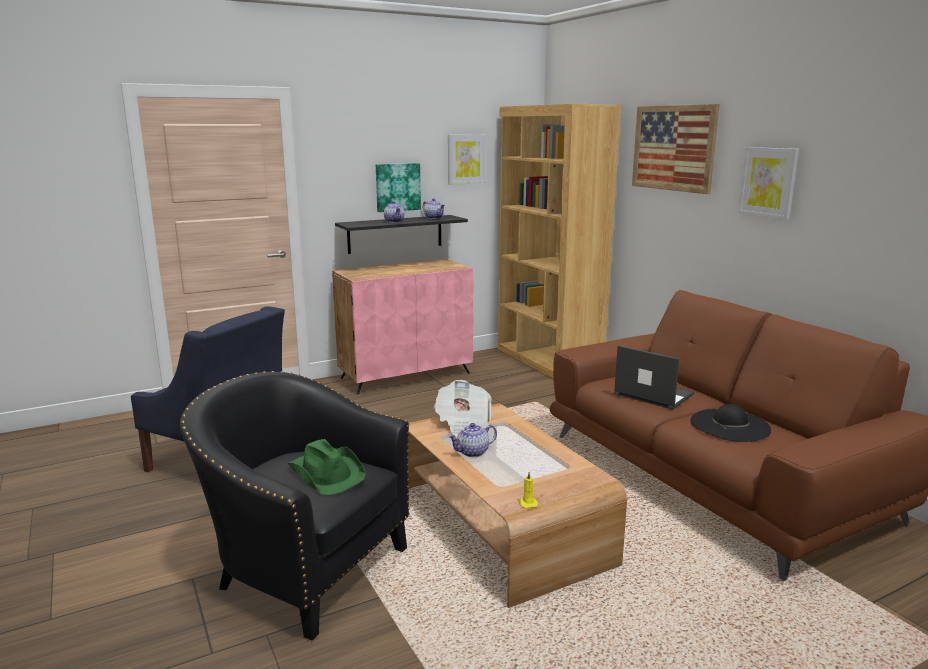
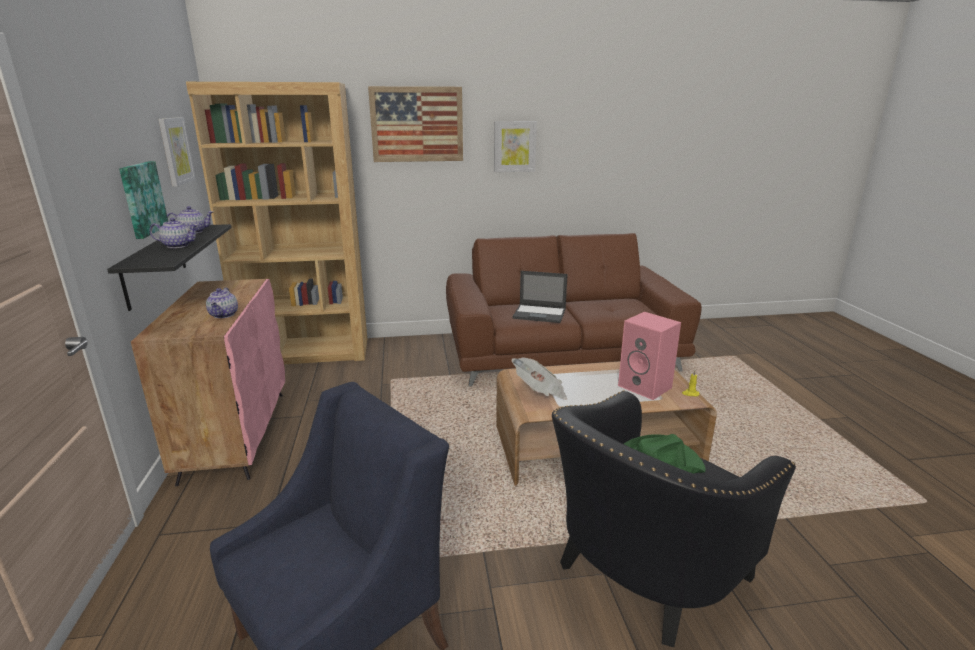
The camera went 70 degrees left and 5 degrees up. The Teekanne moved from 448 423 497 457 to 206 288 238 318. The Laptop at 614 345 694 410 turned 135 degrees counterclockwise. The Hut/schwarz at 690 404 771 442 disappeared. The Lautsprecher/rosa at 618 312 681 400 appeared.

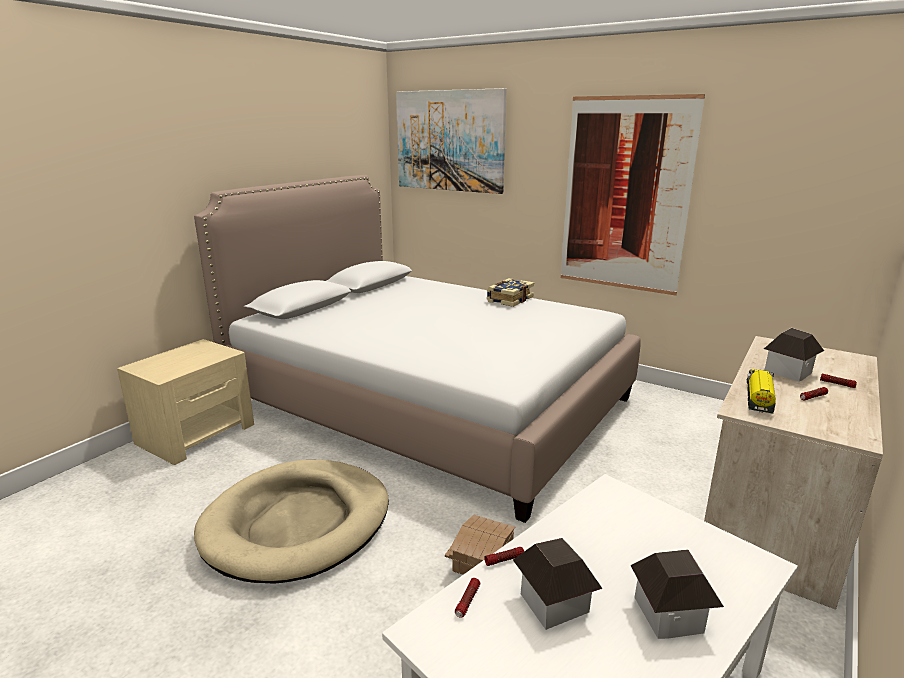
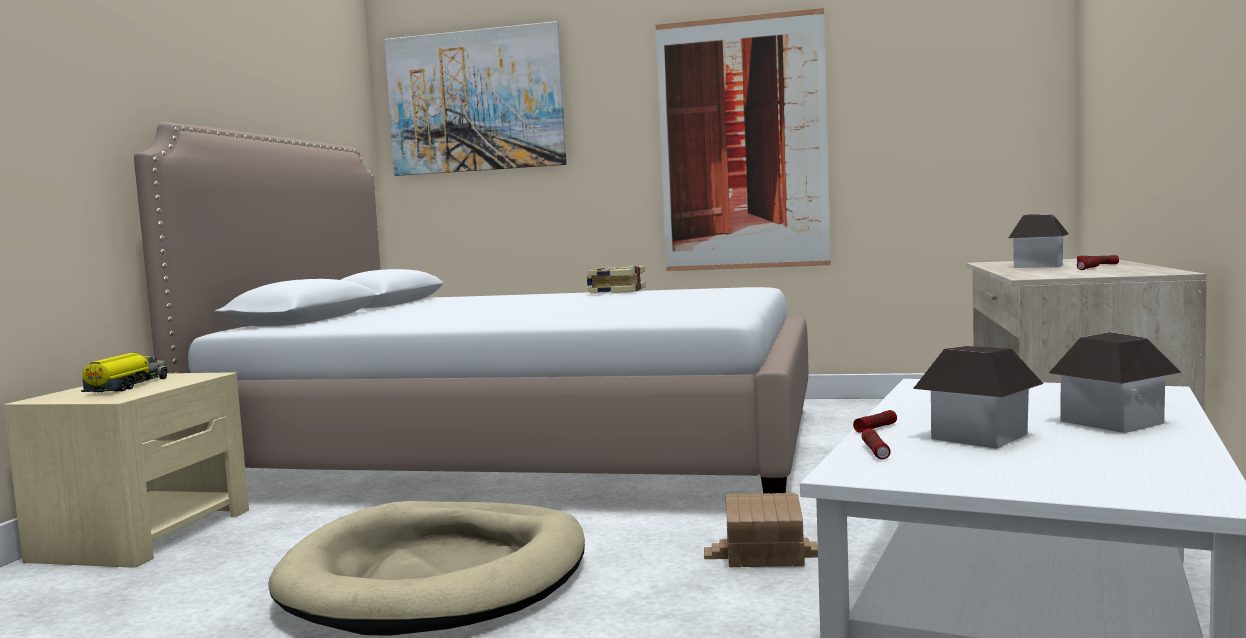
The camera went 20 degrees left and 15 degrees down. The Spielzeuglaster moved from 746 369 776 413 to 81 353 167 392.

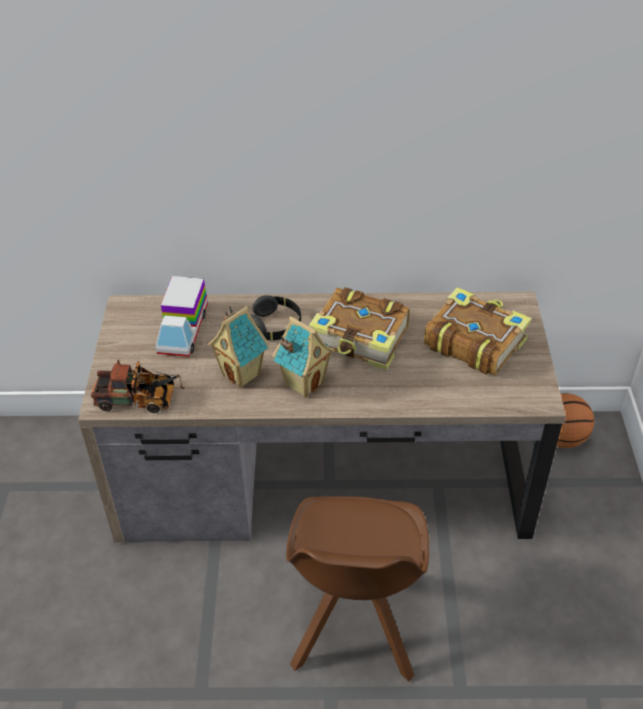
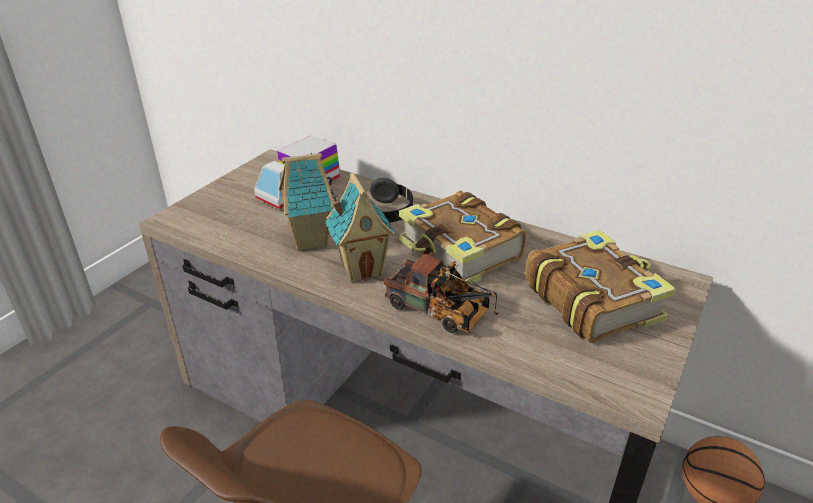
The camera went 30 degrees right and 10 degrees down. The Spielzeuglaster moved from 91 359 185 413 to 384 252 498 333.

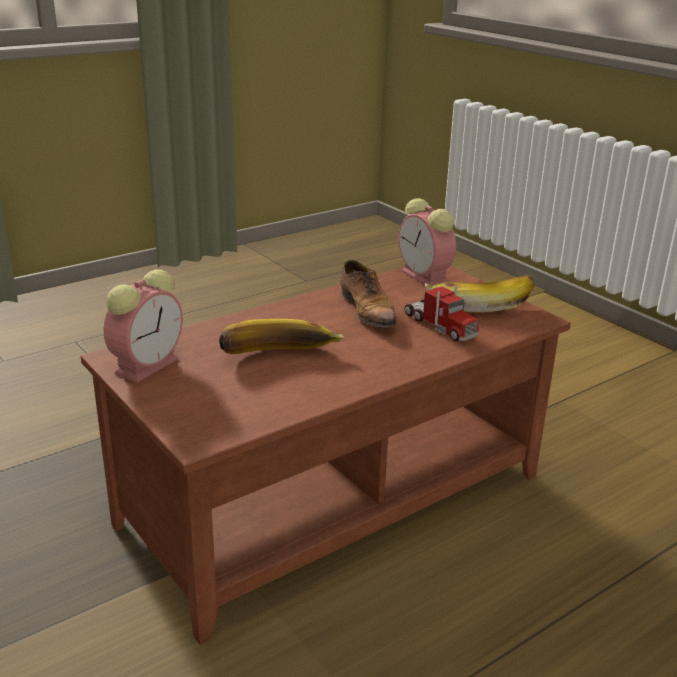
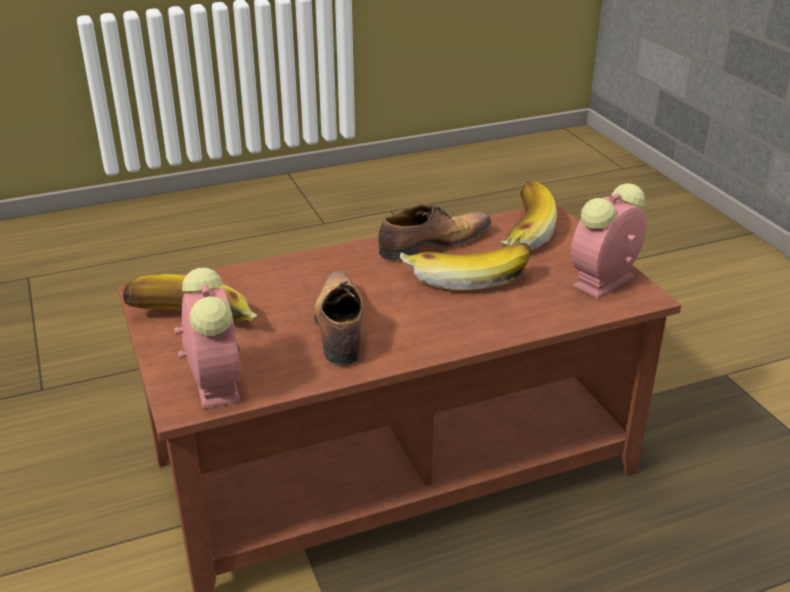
The camera went 165 degrees left and 5 degrees up. The Spielzeuglaster at 404 286 479 341 disappeared. The Schuh at 378 204 492 260 appeared. The Banane at 500 181 557 250 appeared.

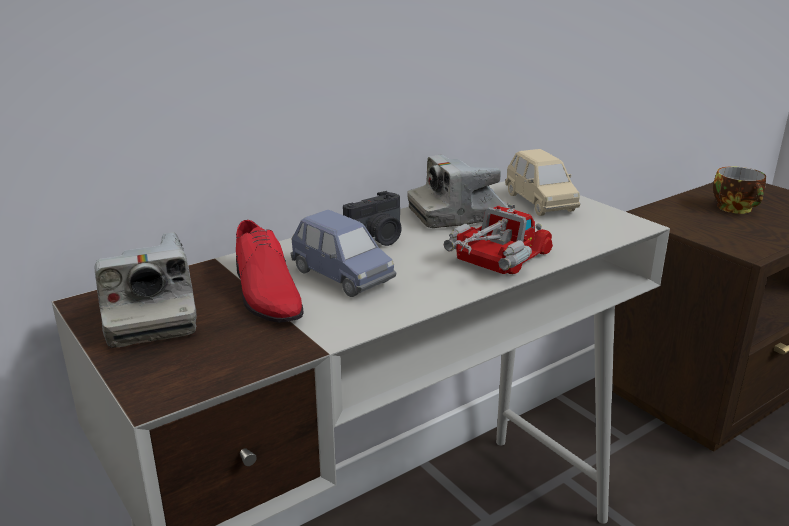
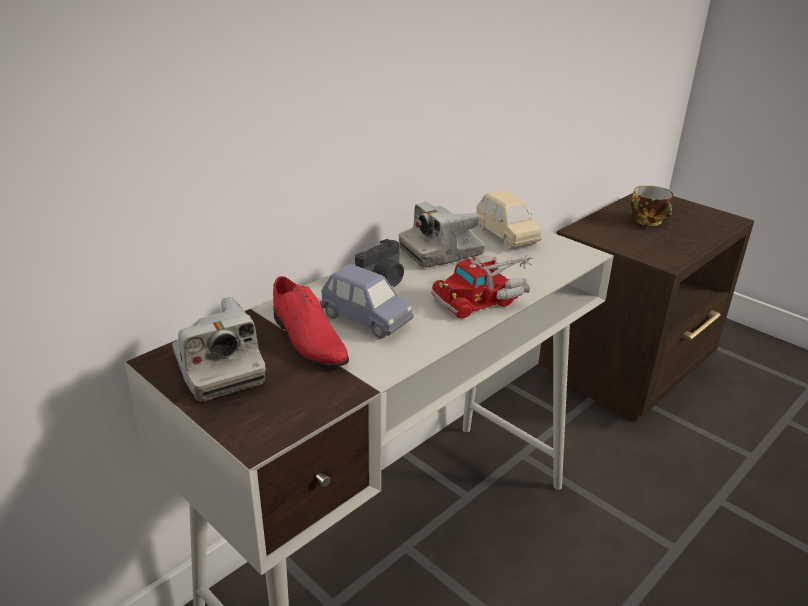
The camera went 10 degrees left and 5 degrees up. The Spielzeuglaster at 444 203 553 274 turned 150 degrees counterclockwise.

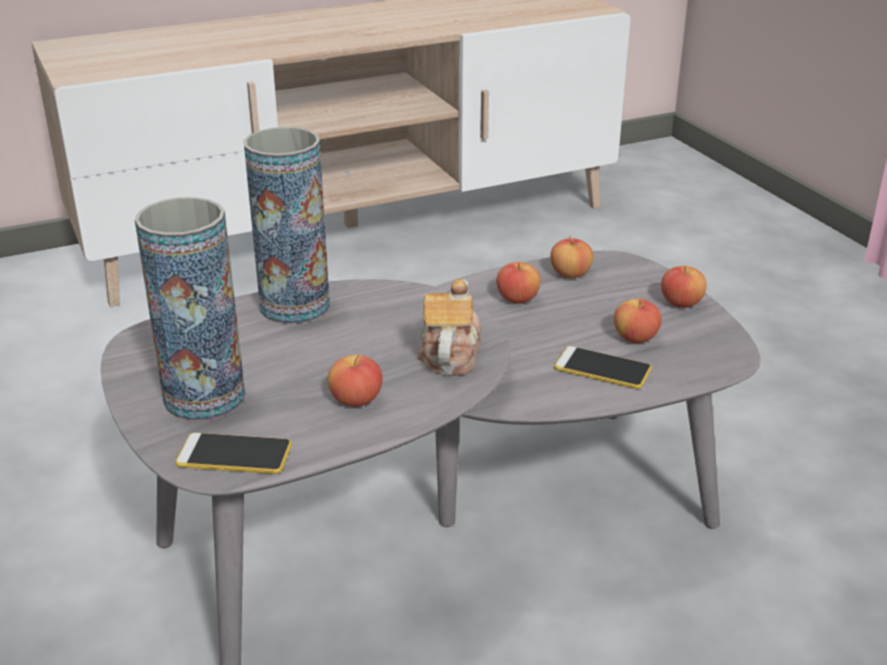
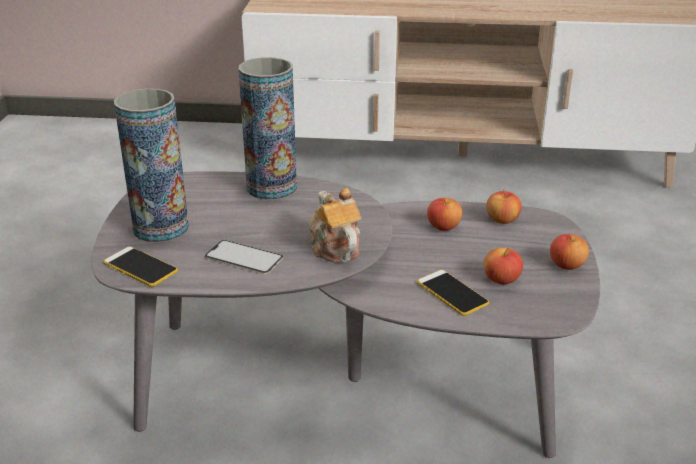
The camera went 30 degrees right and 0 degrees up. The Apfel at 328 355 383 407 was replaced by the Handy at 205 240 283 274. The Teekanne at 417 279 481 376 turned 60 degrees counterclockwise.

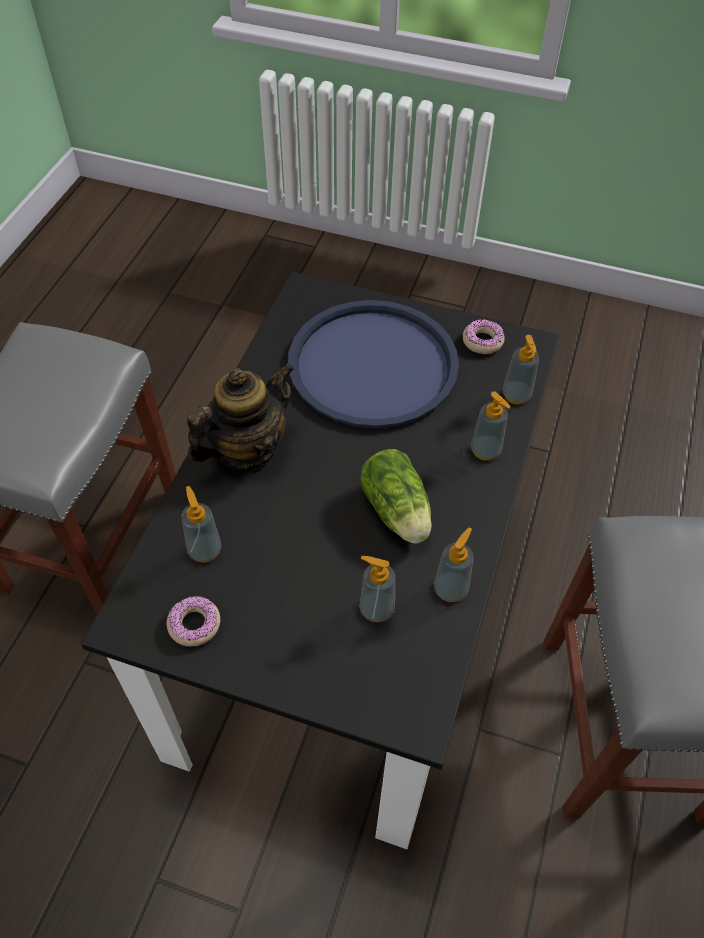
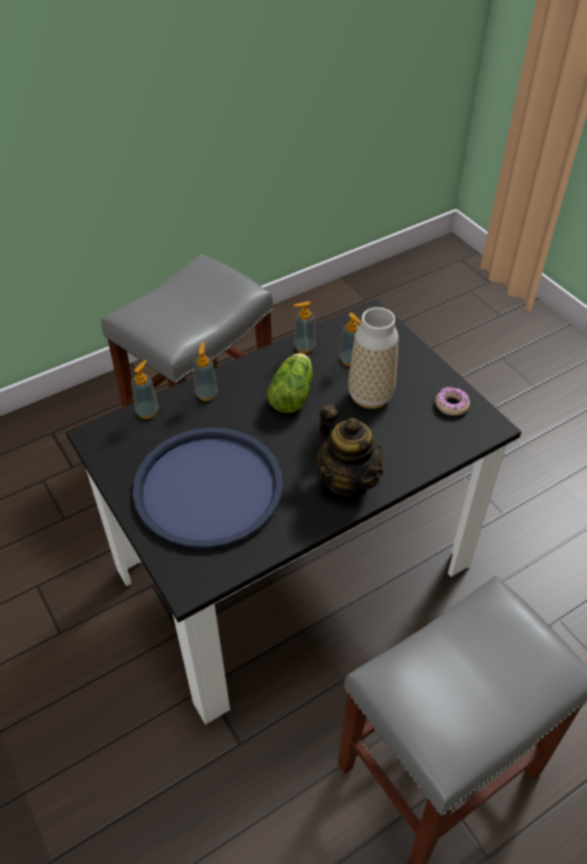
The camera went 140 degrees left and 5 degrees down. The Seifenspender at 181 486 221 563 disappeared. The Teekanne at 187 363 295 470 turned 120 degrees counterclockwise. The Donut at 463 319 505 354 disappeared. The Vase at 348 307 398 409 appeared.

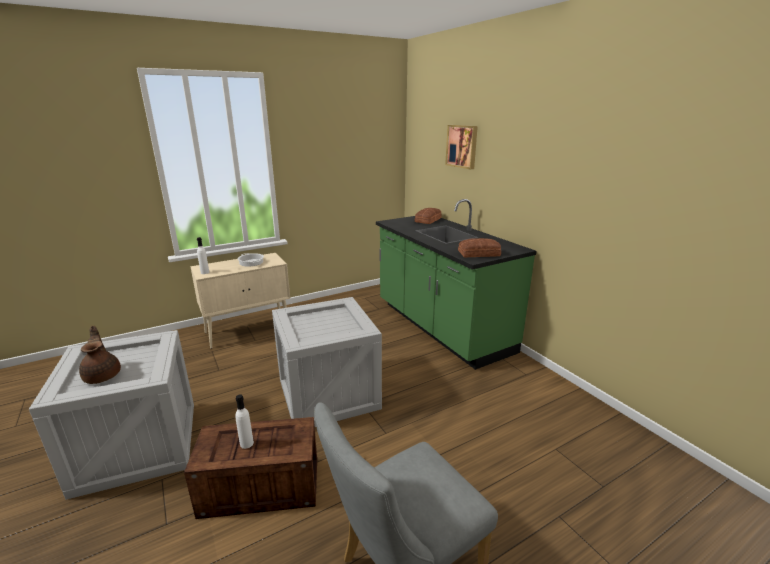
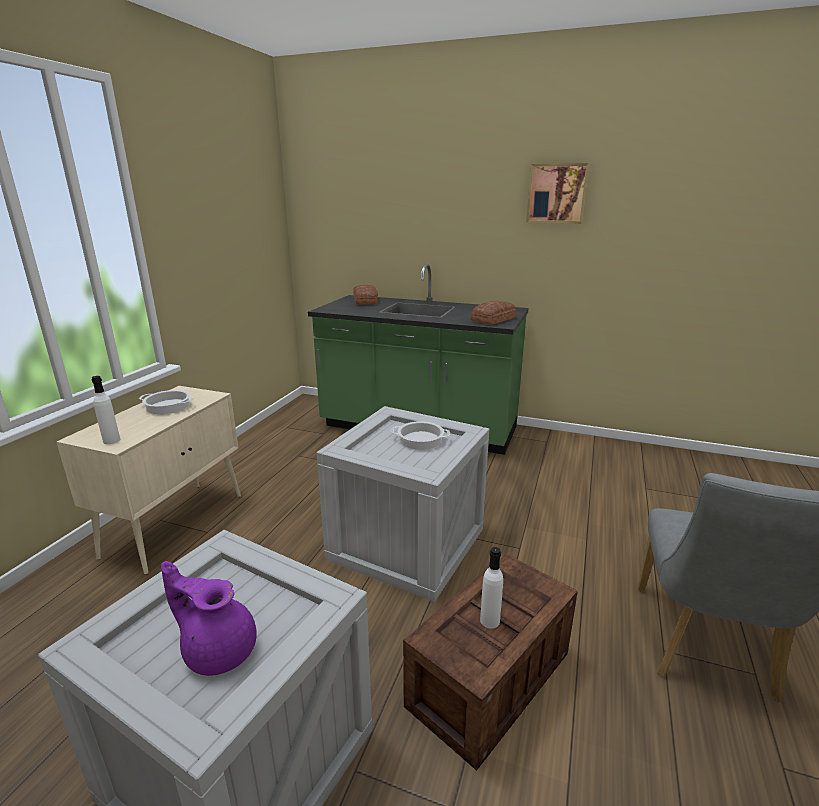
The camera went 40 degrees left and 0 degrees up. The Teekanne/braun at 79 326 121 384 became the Teekanne/lila at 161 561 257 676. The Bild moved from 445 125 478 169 to 526 163 589 224. The Kochtopf at 391 421 450 450 appeared.

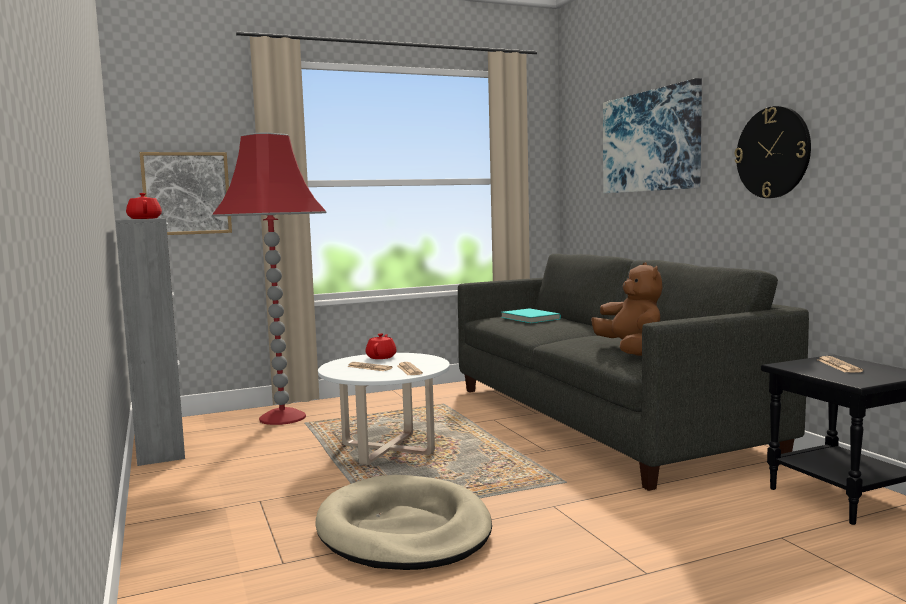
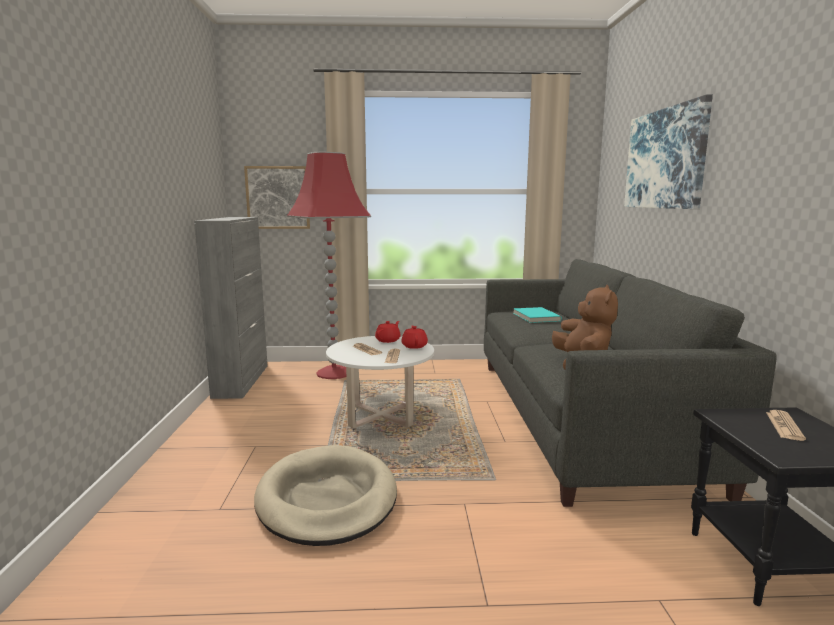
The camera went 20 degrees right and 5 degrees up. The Teekanne/rot moved from 126 193 162 219 to 402 325 428 349. The Wanduhr at 735 106 811 198 disappeared.

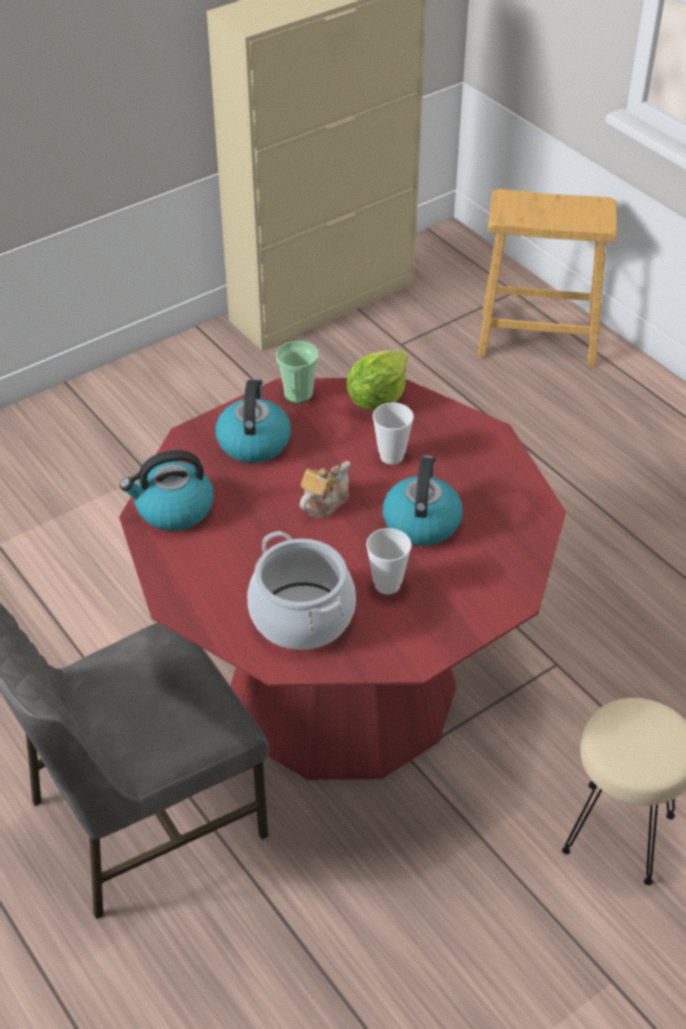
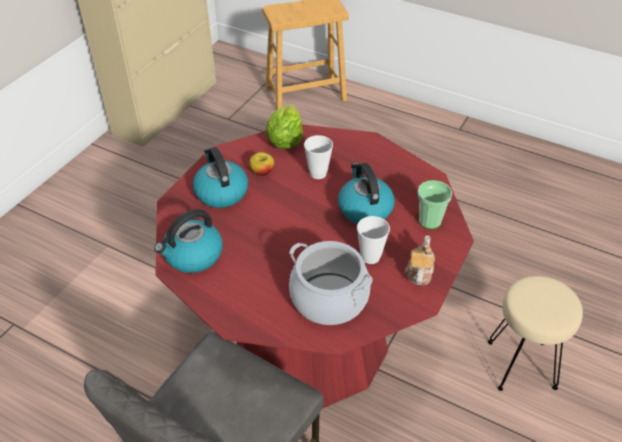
The camera went 25 degrees left and 0 degrees up. The Tasse moved from 276 341 319 403 to 417 180 452 229. The Teekanne moved from 300 461 350 519 to 405 235 435 286. The Apfel at 249 152 274 176 appeared.

